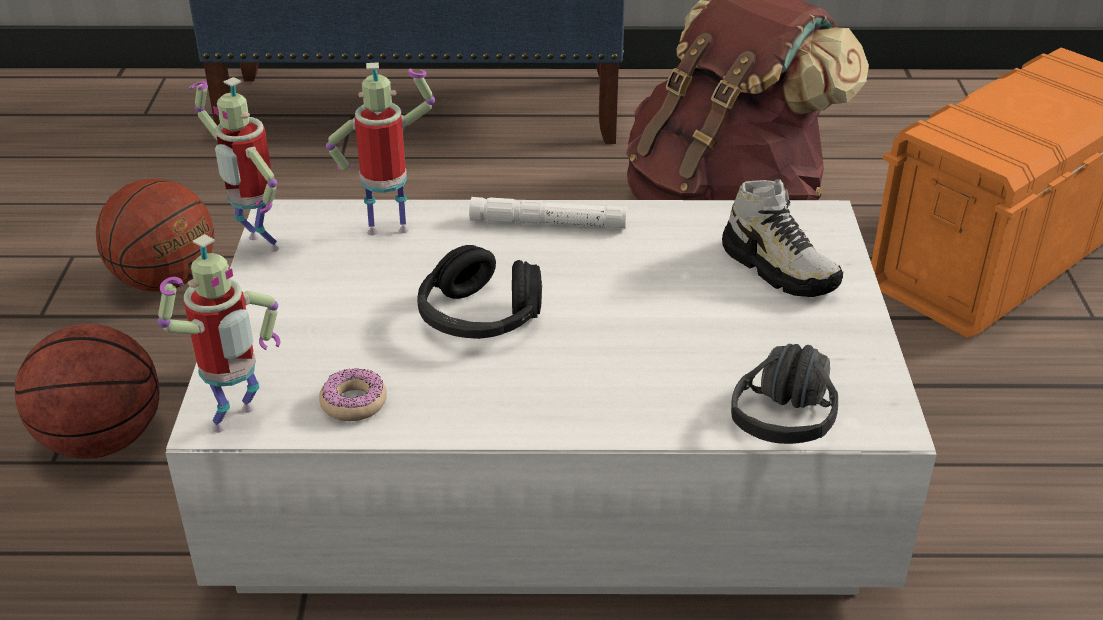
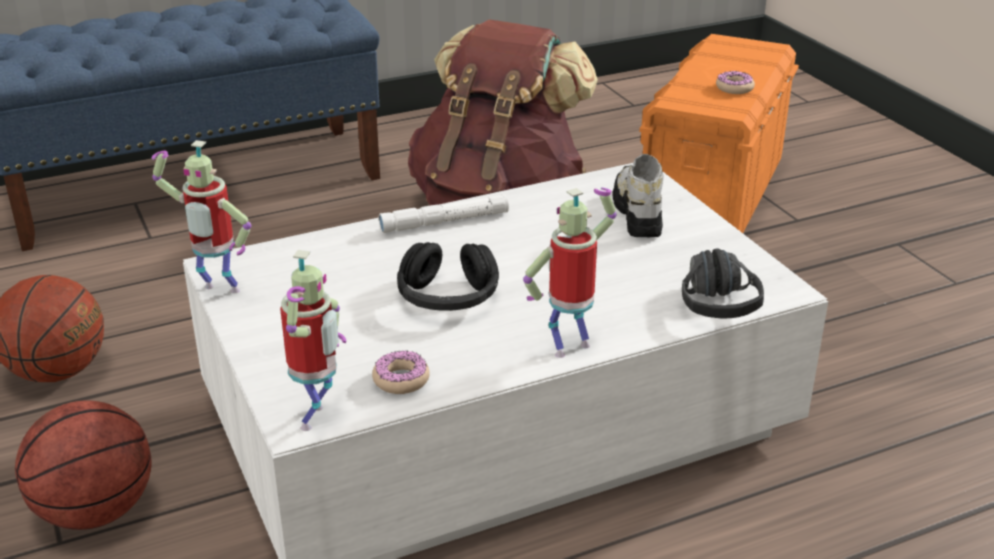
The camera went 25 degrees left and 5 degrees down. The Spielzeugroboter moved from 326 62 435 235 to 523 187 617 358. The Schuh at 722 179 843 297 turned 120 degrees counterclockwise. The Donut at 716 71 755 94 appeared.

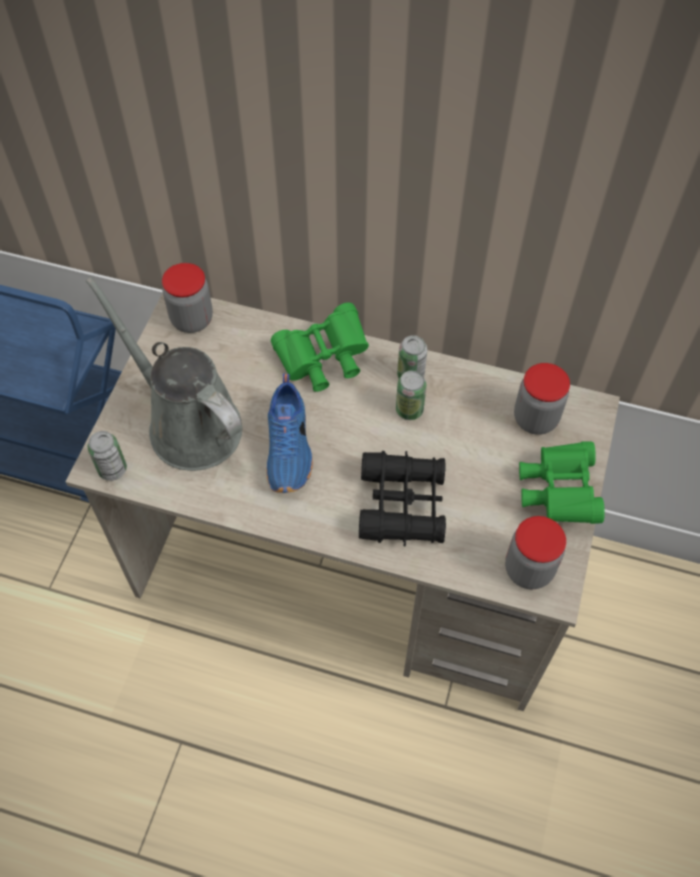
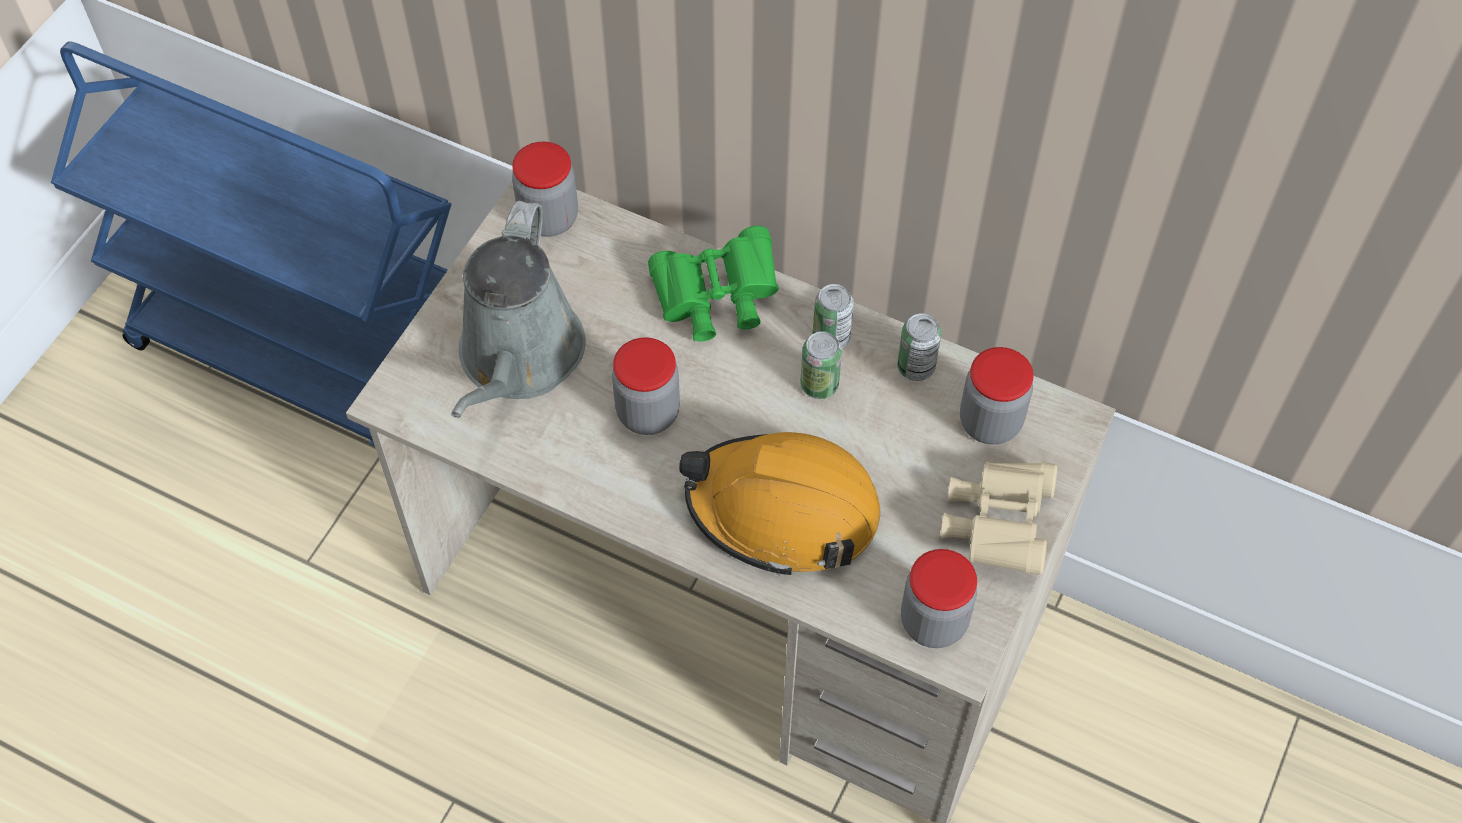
The camera went 10 degrees right and 0 degrees up. The Gießkanne/grau at 86 277 242 471 turned 135 degrees counterclockwise. The Dose moved from 87 431 127 481 to 897 313 941 381. The Schuh/blau at 266 374 313 493 was replaced by the Vorratsglas at 612 337 680 435. The Fernglas/schwarz at 359 451 446 547 was replaced by the Schutzhelm/orange at 679 432 880 575. The Fernglas/grün at 519 441 605 524 became the Fernglas/beige at 941 462 1058 575.

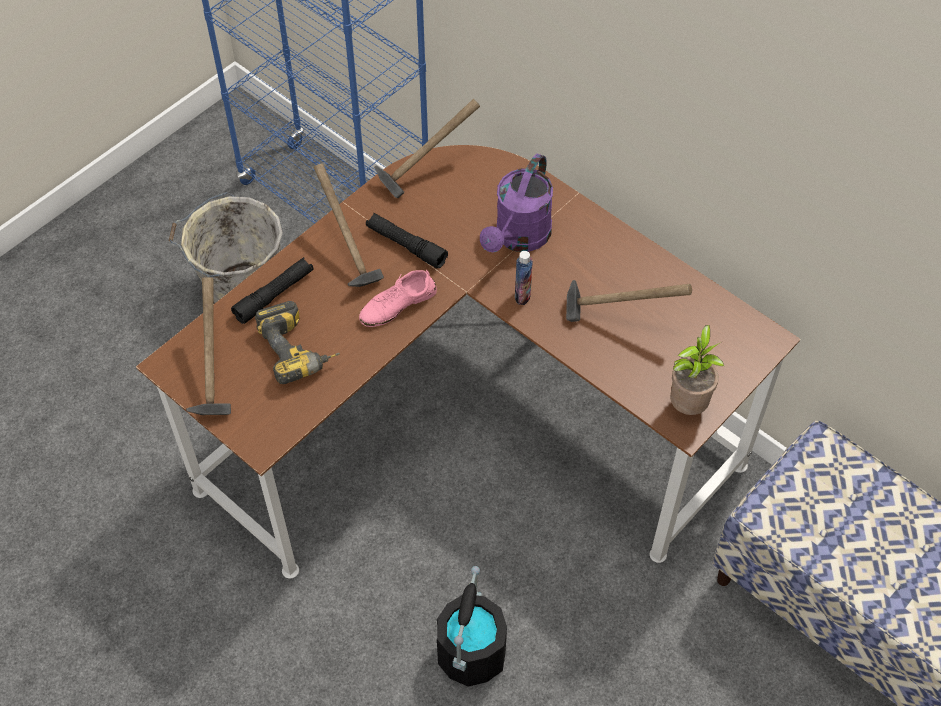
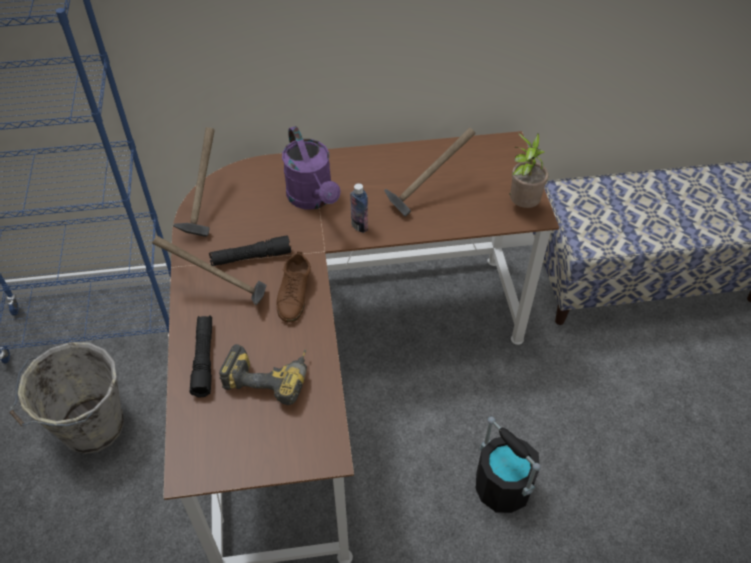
The camera went 50 degrees left and 5 degrees down. The Hammer at 186 277 231 415 disappeared. The Schuh/rosa at 359 270 437 327 became the Schuh/braun at 276 251 311 323.

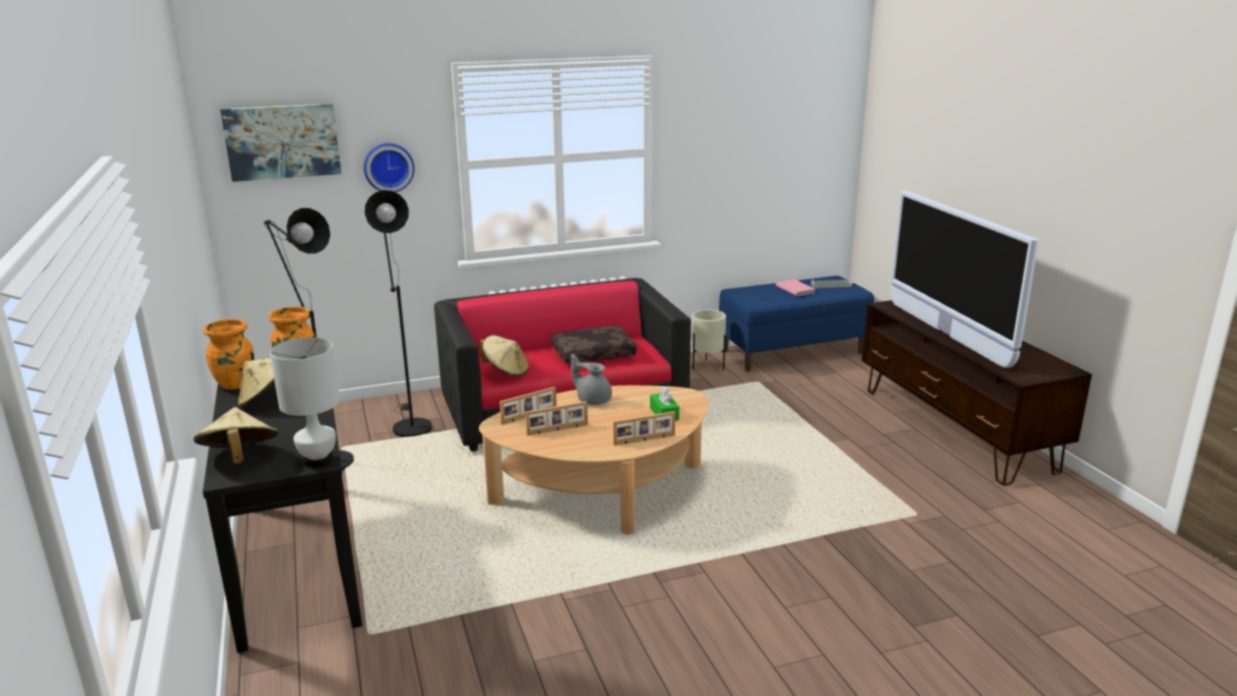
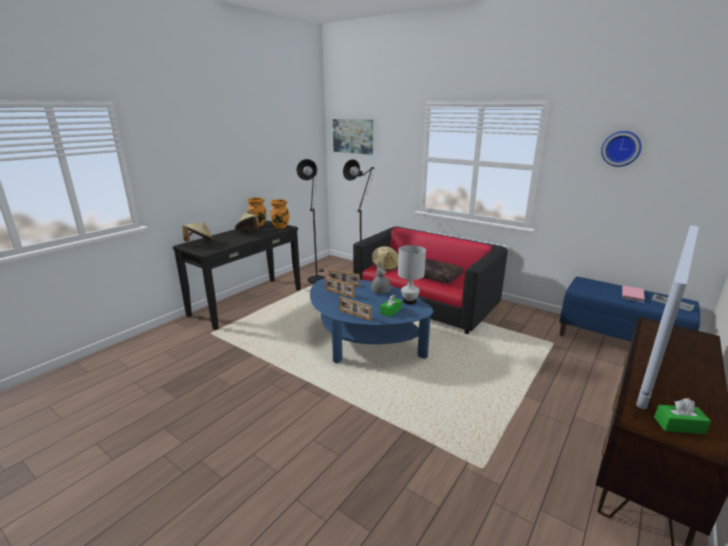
The camera went 55 degrees right and 0 degrees up. The Tischlampe/weiß moved from 270 337 340 468 to 398 245 426 304. The Wanduhr moved from 364 143 415 192 to 601 131 642 167. The Couchtisch/beige at 479 385 709 535 became the Couchtisch/blau at 310 279 433 363. The Pflanzkübel/beige at 691 310 726 370 disappeared. The Taschentuchbox/grün at 654 398 711 434 appeared.

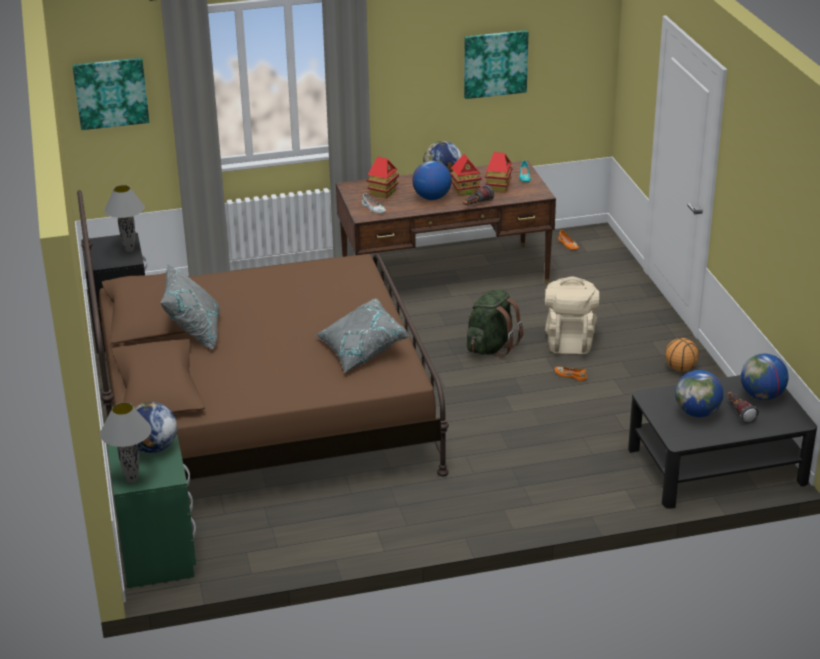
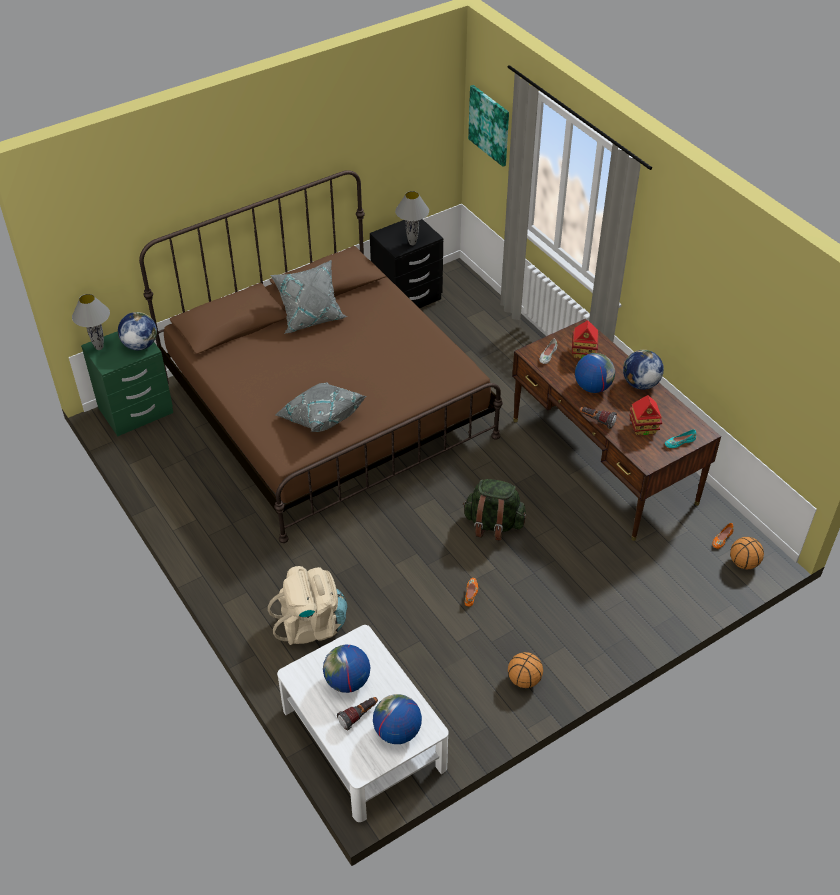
The camera went 70 degrees right and 15 degrees up. The Spielzeughaus at 450 154 482 196 disappeared. The Bild at 464 30 528 99 disappeared. The Rucksack/beige moved from 545 277 599 354 to 268 566 347 645. The Couchtisch/schwarz at 628 375 817 509 became the Couchtisch/weiß at 277 625 449 822. The Basketball at 730 537 764 569 appeared.

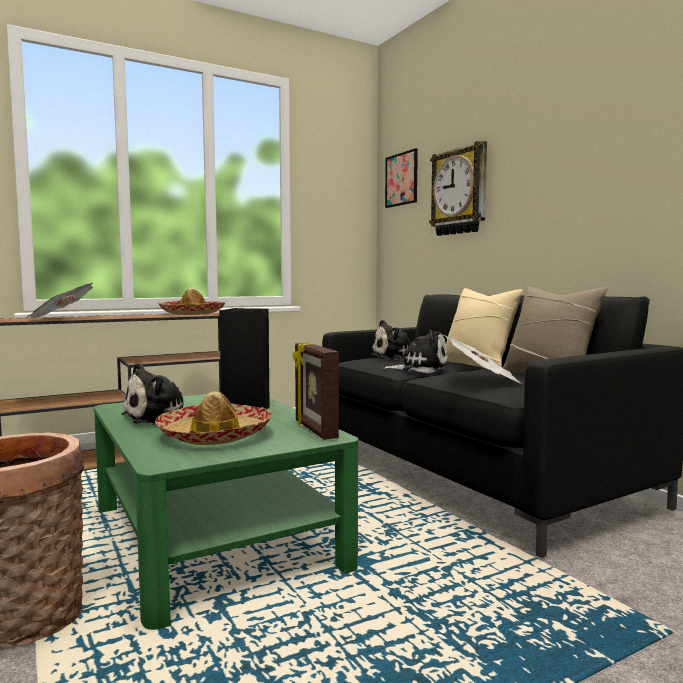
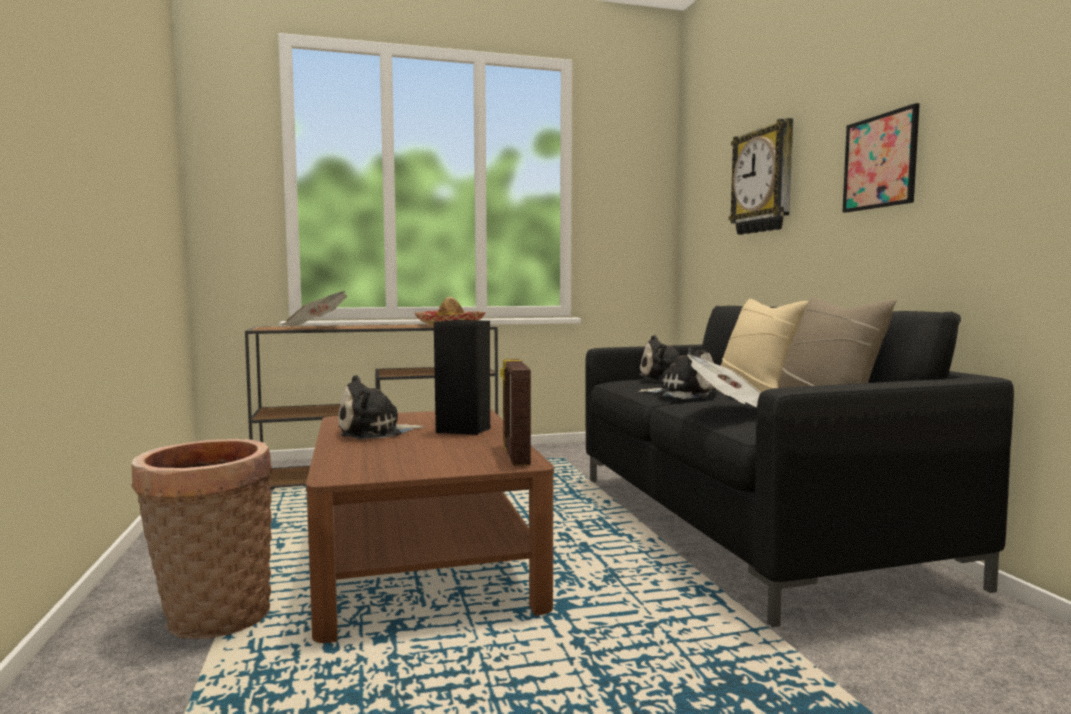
The camera went 15 degrees right and 0 degrees up. The Couchtisch/grün at 94 394 359 630 became the Couchtisch/braun at 306 409 554 643. The Hut at 155 391 273 445 disappeared. The Bild moved from 385 148 418 208 to 842 103 920 213.

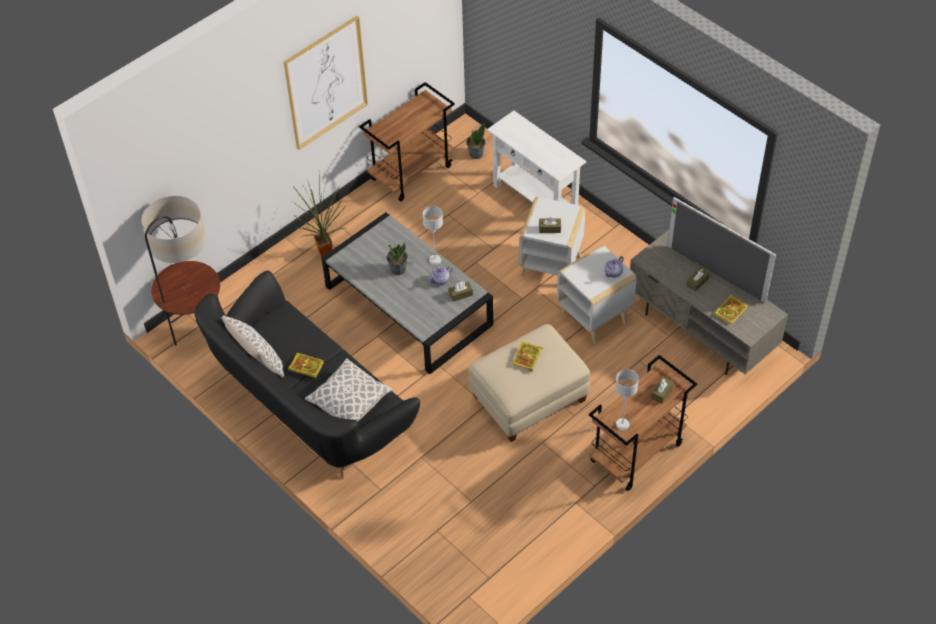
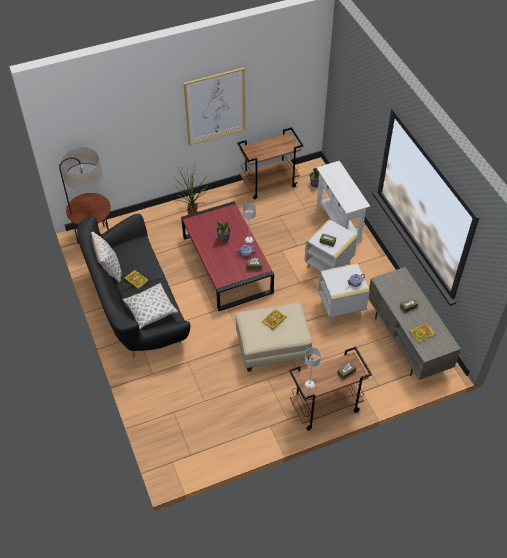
The camera went 20 degrees right and 0 degrees up. The Couchtisch/grau at 322 212 493 374 became the Couchtisch/rot at 181 201 274 311. The Fernseher at 667 197 776 303 disappeared.

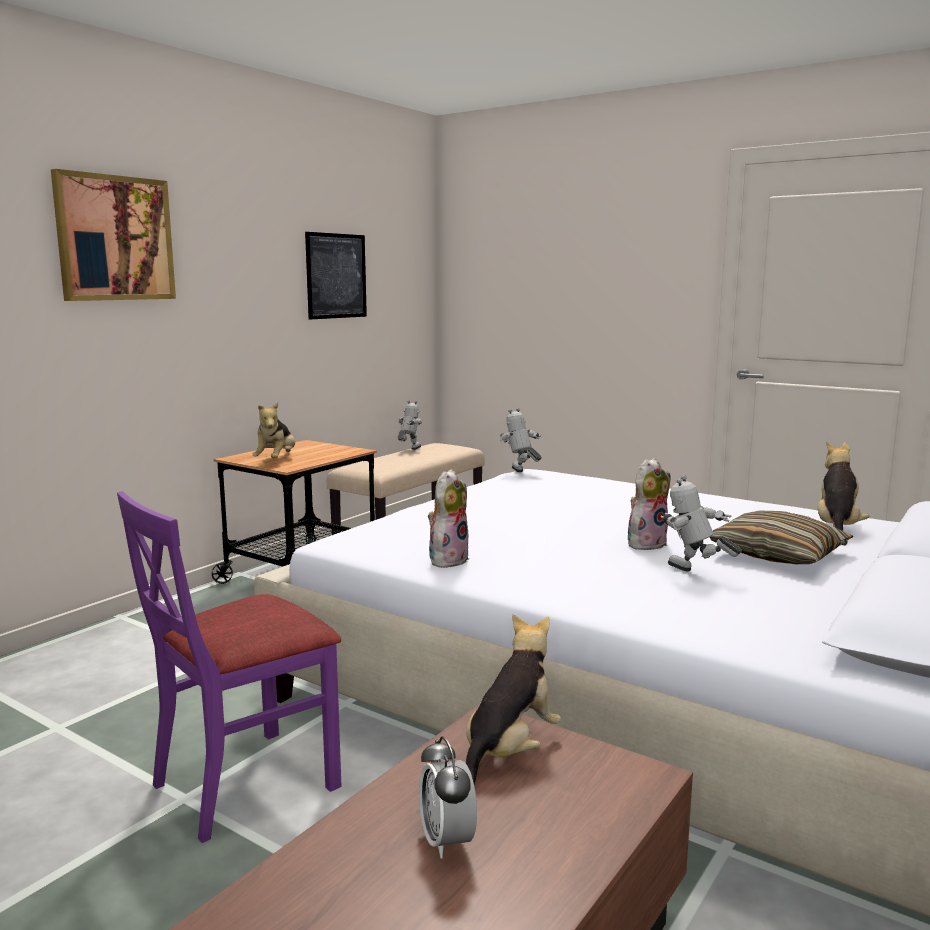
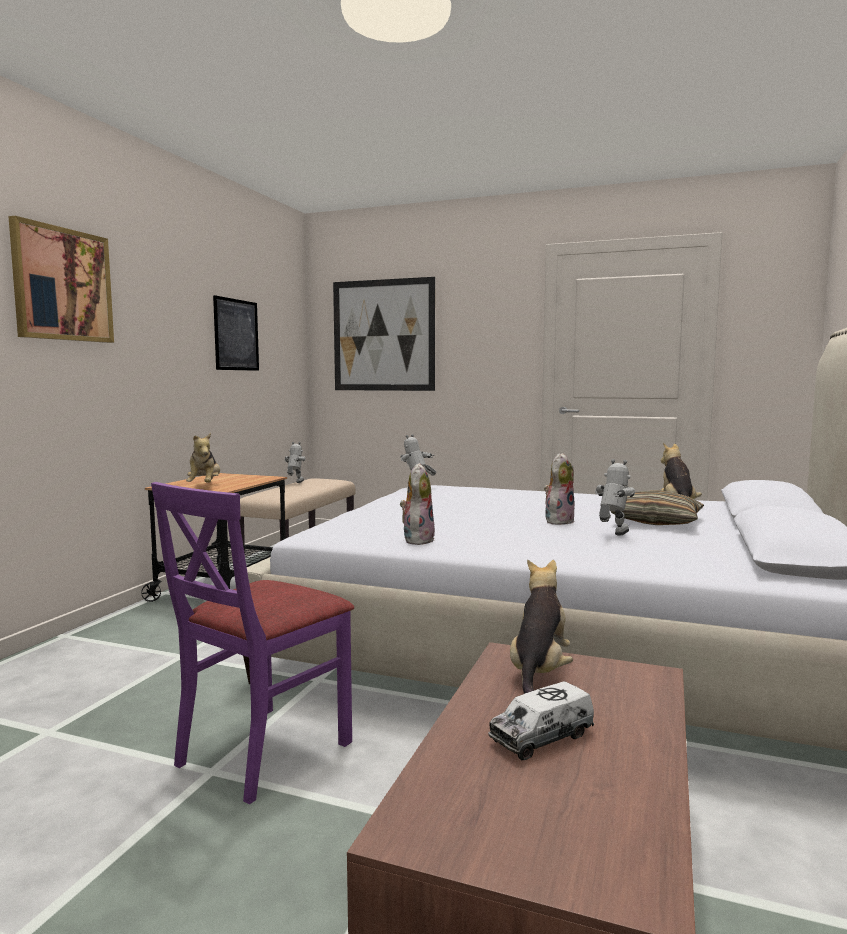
The camera went 15 degrees left and 5 degrees down. The Wecker at 419 736 477 858 was replaced by the Spielzeuglaster at 488 681 594 760. The Spielzeugroboter at 660 475 742 571 turned 105 degrees clockwise. The Bild at 333 277 435 391 appeared.

